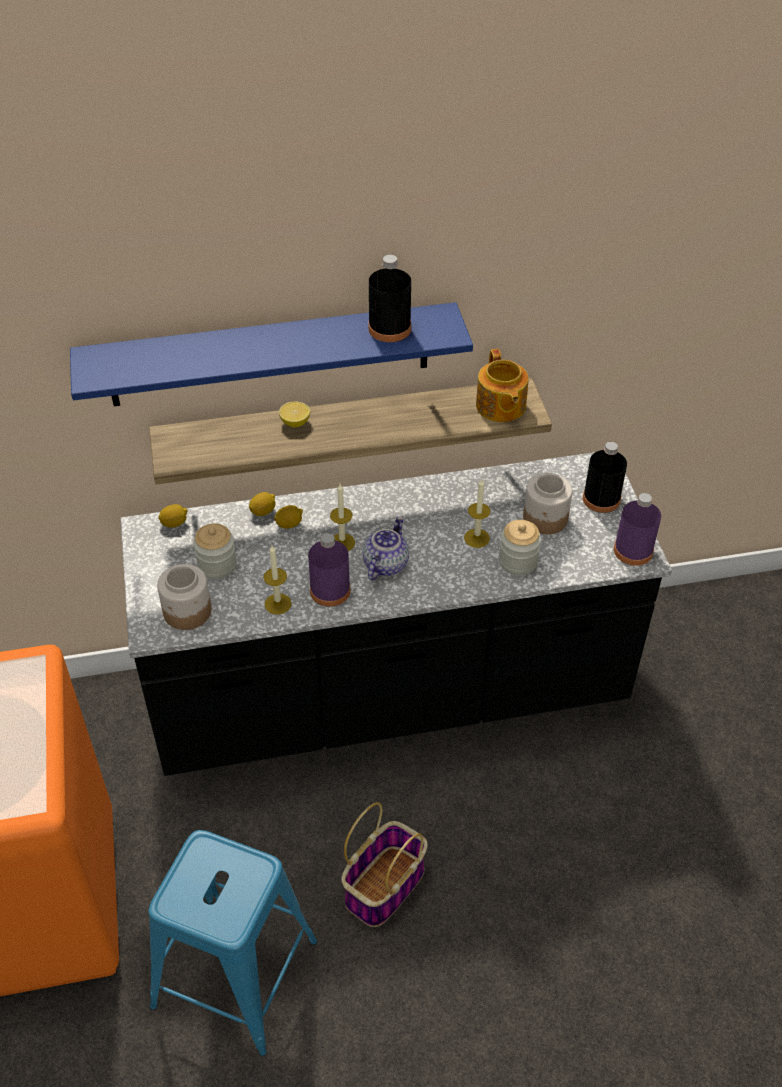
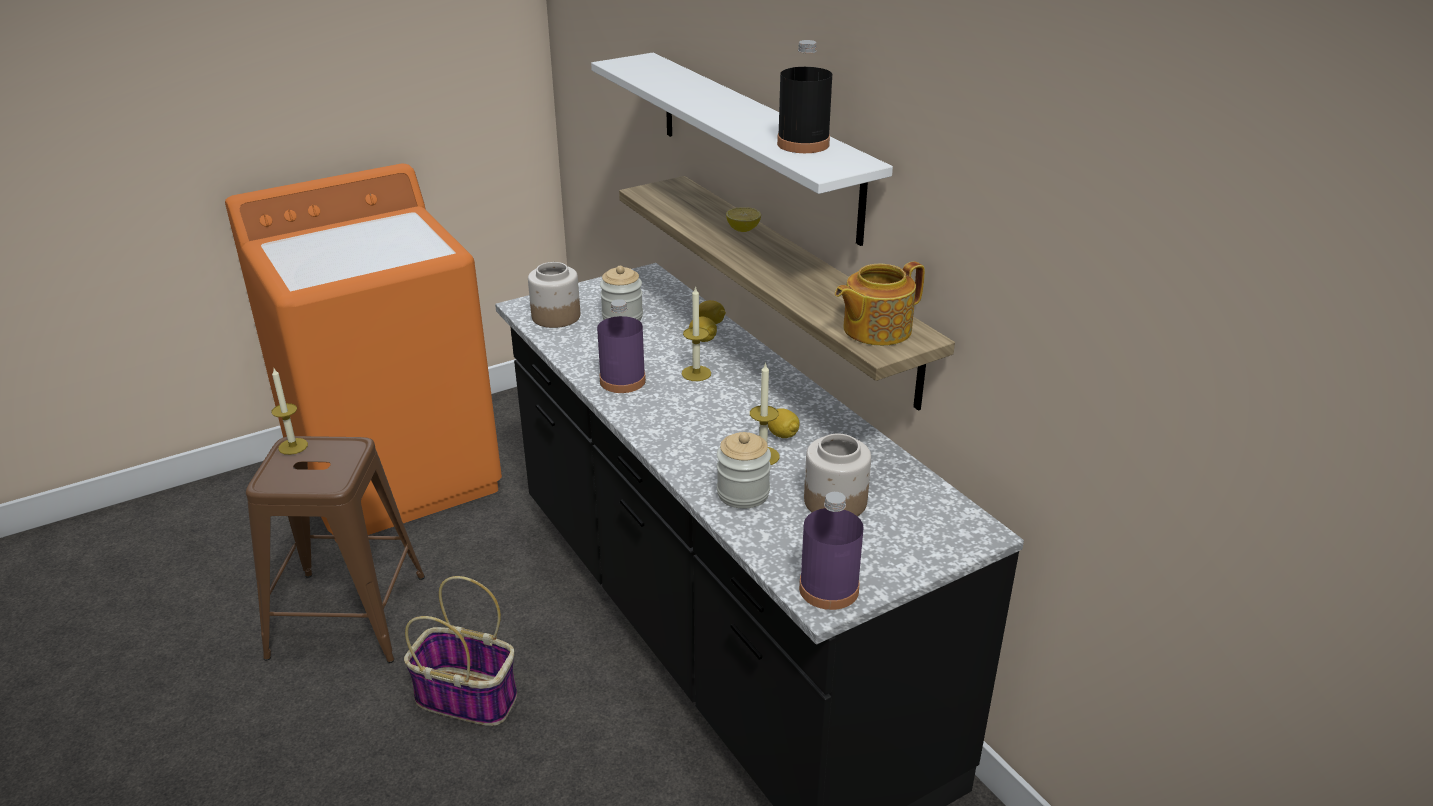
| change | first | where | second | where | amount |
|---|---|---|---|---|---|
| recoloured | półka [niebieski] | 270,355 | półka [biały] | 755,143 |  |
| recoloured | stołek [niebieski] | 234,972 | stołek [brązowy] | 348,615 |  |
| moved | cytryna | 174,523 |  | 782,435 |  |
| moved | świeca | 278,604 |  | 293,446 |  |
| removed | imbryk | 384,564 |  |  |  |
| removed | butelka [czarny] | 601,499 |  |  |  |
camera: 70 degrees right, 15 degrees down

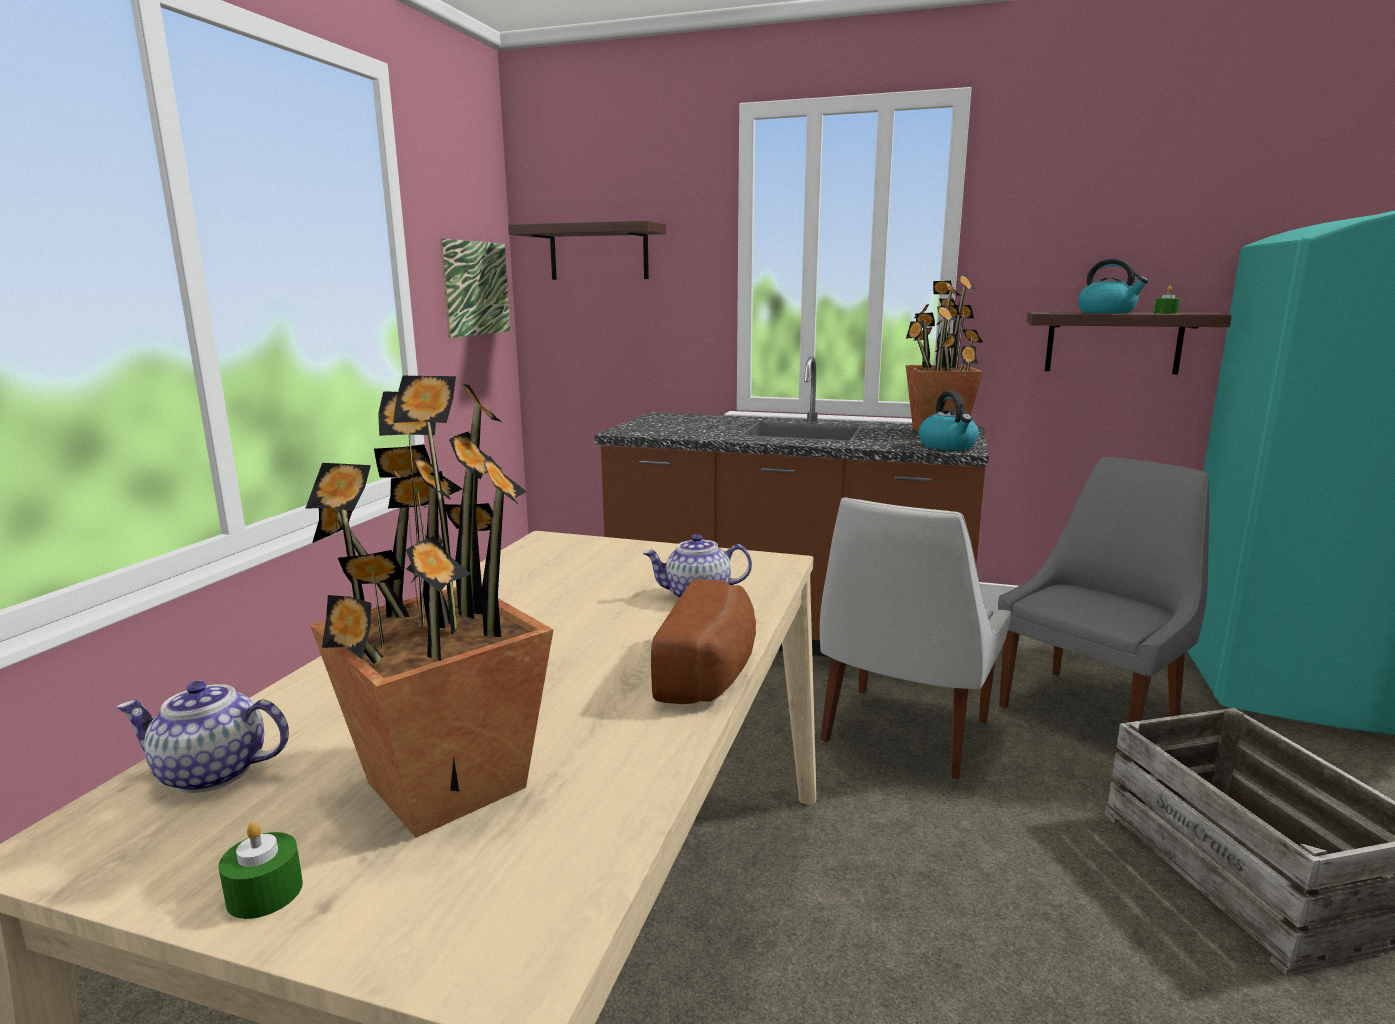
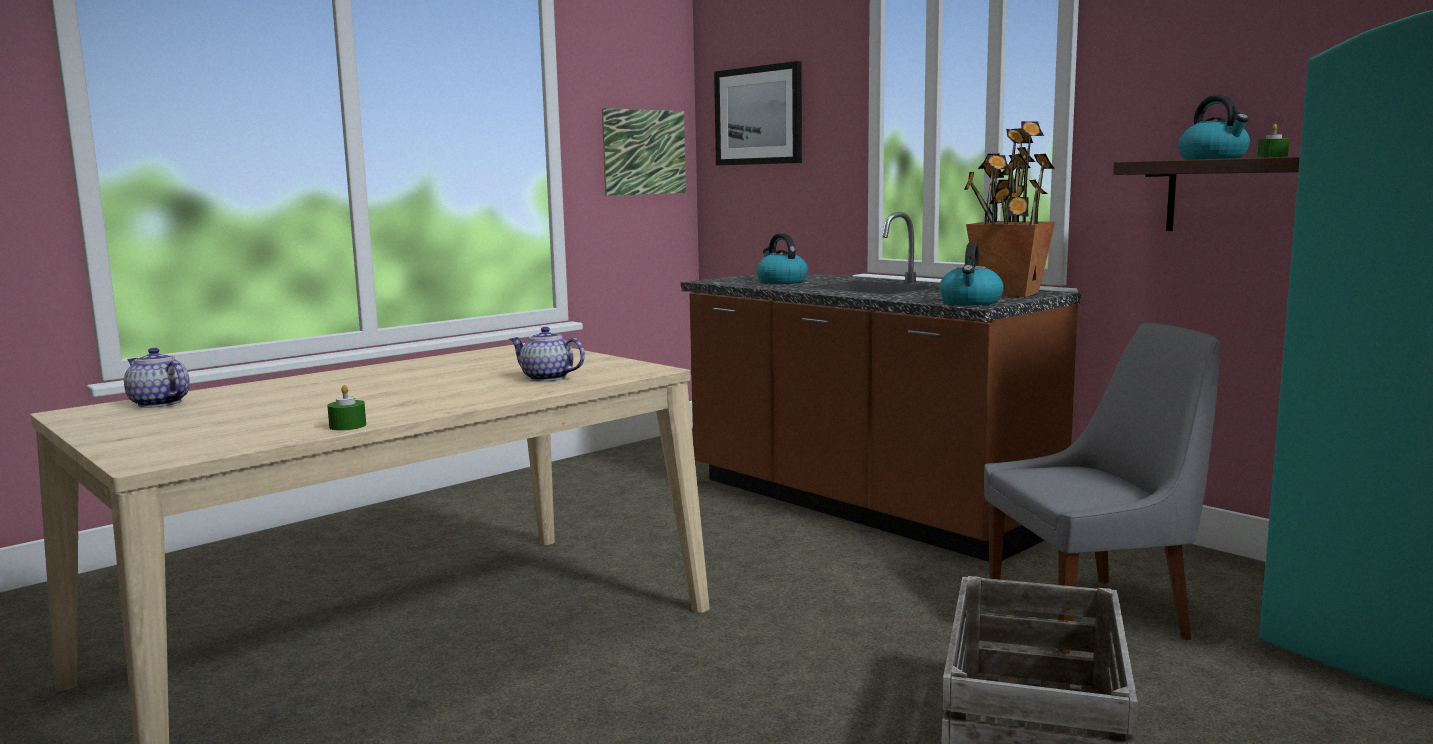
| change | first | where | second | where | amount |
|---|---|---|---|---|---|
| moved | świeca [zielony] | 265,893 |  | 348,426 |  |
| removed | roślina doniczkowa | 444,784 |  |  |  |
| replaced | półka | 598,252 | obraz | 758,115 |  |
| removed | chleb | 712,671 |  |  |  |
| removed | krzesło [biały] | 902,734 |  |  |  |
| added |  |  | czajnik | 781,282 |  |
camera: 30 degrees right, 5 degrees down

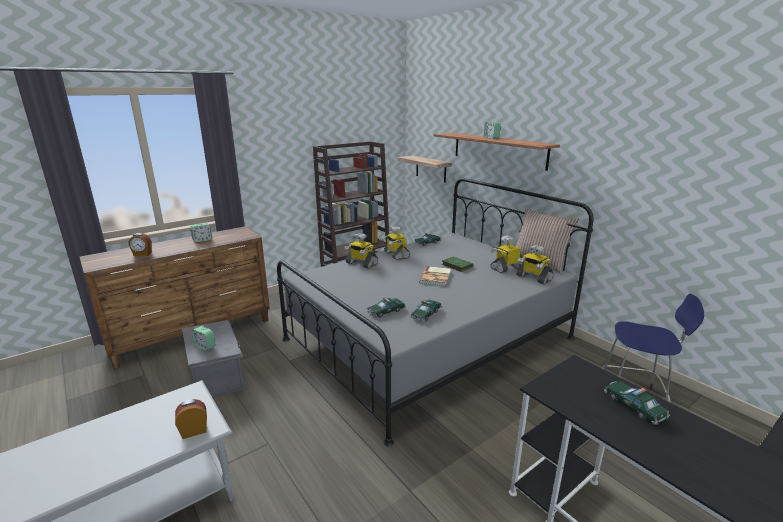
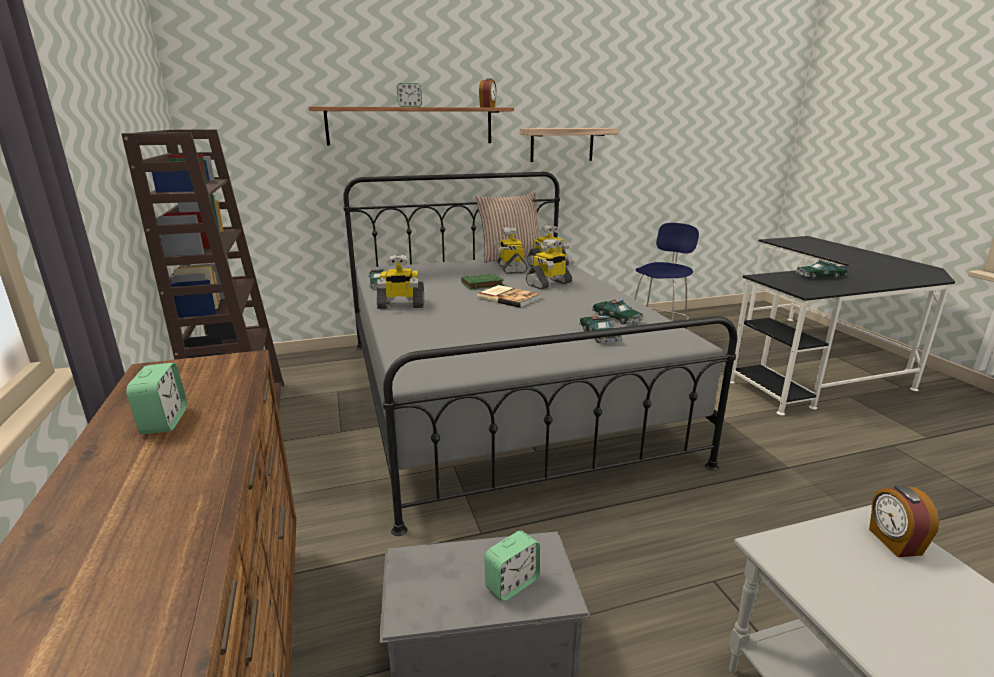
| change | first | where | second | where | amount |
|---|---|---|---|---|---|
| moved | budzik | 142,254 |  | 488,107 |  |
| moved | robot zabawkowy | 361,263 |  | 549,284 |  |
| moved | półka | 431,169 |  | 562,144 |  |
camera: 70 degrees left, 0 degrees up

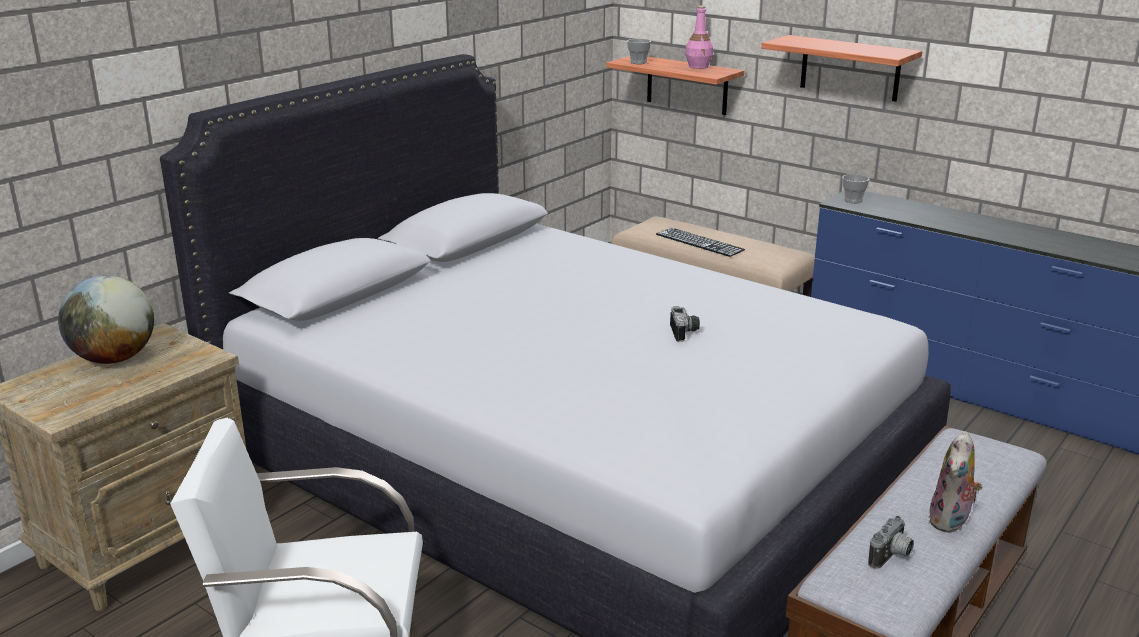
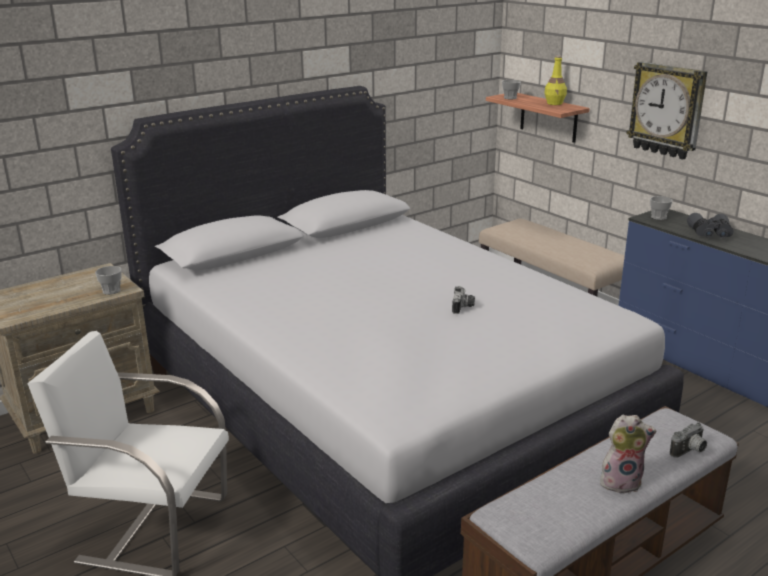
| change | first | where | second | where | amount |
|---|---|---|---|---|---|
| removed | globus | 114,358 |  |  |  |
| removed | klawiatura | 699,242 |  |  |  |
| recoloured | butelka [różowy] | 698,66 | butelka [żółty] | 555,103 |  |
| replaced | półka | 850,68 | zegar ścienny | 667,110 |  |
| moved | aparat fotograficzny | 892,557 |  | 689,452 |  |
| turned | pluszak | 951,522 |  | 621,482 | 135 degrees counterclockwise |
| added |  |  | filiżanka | 111,291 |  |
| added |  |  | lornetka [szary] | 710,234 |  |
camera: 15 degrees right, 0 degrees up

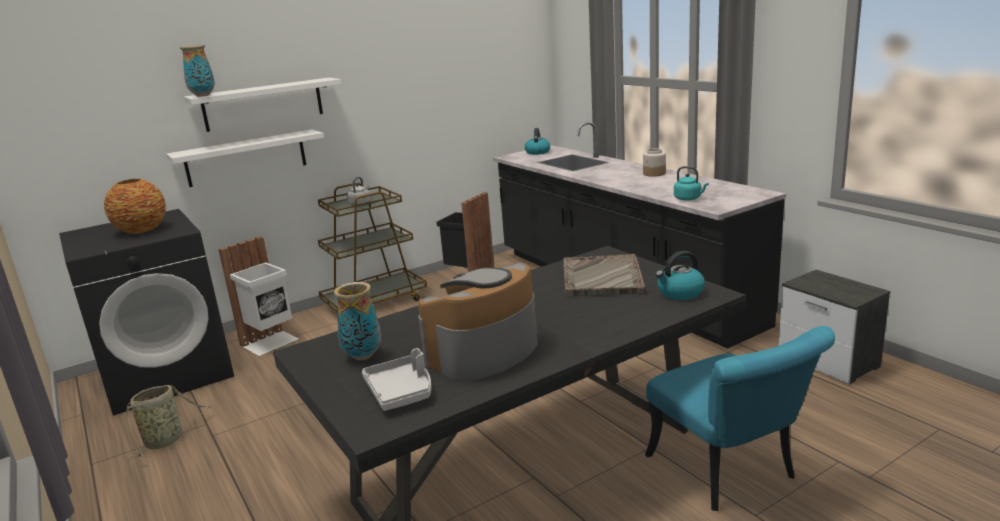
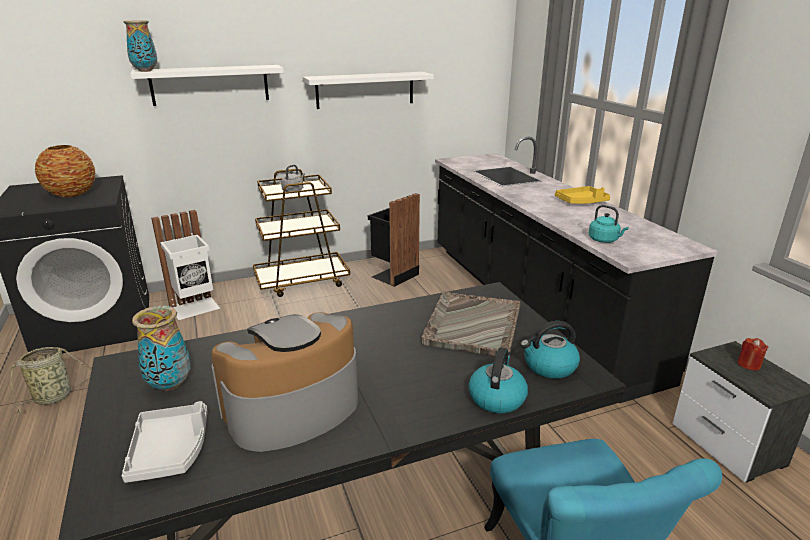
| change | first | where | second | where | amount |
|---|---|---|---|---|---|
| moved | półka [biały] | 246,158 |  | 365,90 |  |
| moved | czajnik | 537,152 |  | 496,397 |  |
| replaced | słoik | 654,173 | taca [żółty] | 581,202 |  |
| added |  |  | świeca [czerwony] | 749,364 |  |
camera: 10 degrees right, 5 degrees up

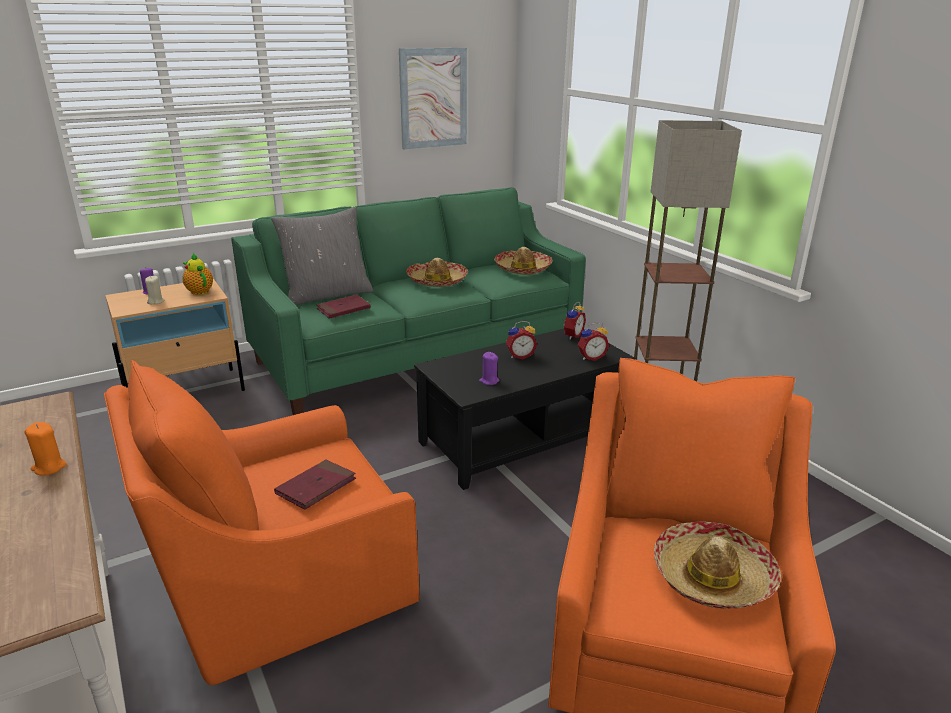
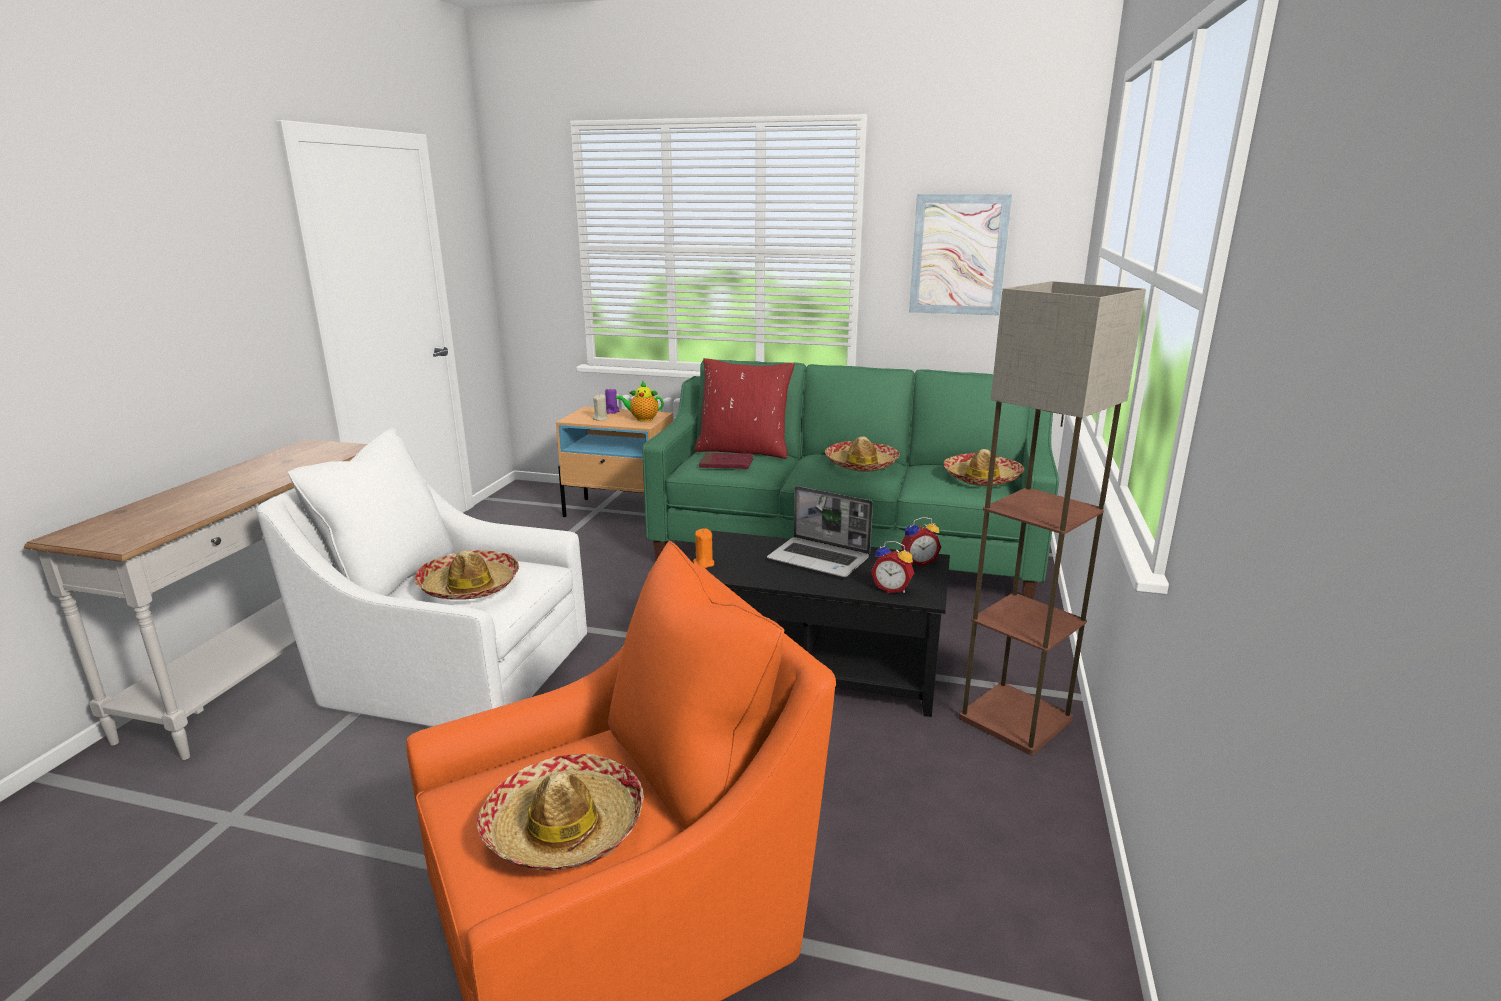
| change | first | where | second | where | amount |
|---|---|---|---|---|---|
| moved | świeca [pomarańczowy] | 49,467 |  | 703,563 |  |
| recoloured | fotel [pomarańczowy] | 278,584 | fotel [biały] | 452,671 |  |
| turned | imbryk | 199,291 |  | 642,419 | 90 degrees counterclockwise |
| recoloured | poduszka [szary] | 327,295 | poduszka [czerwony] | 744,450 |  |
| replaced | książka [czerwony] | 316,487 | kapelusz | 469,586 |  |
| removed | świeca [fioletowy] | 489,381 |  |  |  |
| replaced | budzik | 520,356 | laptop | 820,559 |  |
camera: 45 degrees right, 5 degrees down

